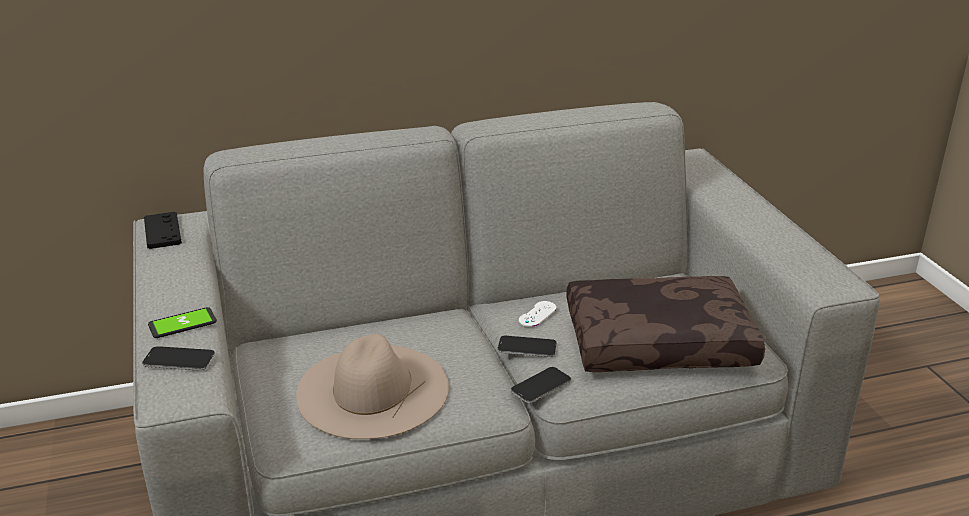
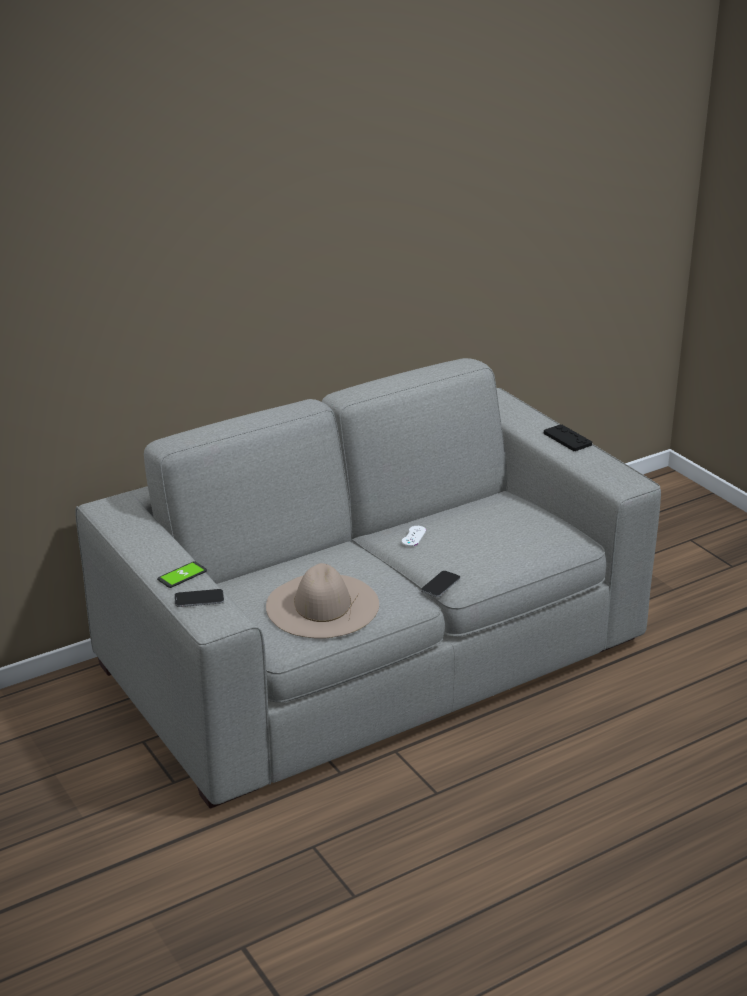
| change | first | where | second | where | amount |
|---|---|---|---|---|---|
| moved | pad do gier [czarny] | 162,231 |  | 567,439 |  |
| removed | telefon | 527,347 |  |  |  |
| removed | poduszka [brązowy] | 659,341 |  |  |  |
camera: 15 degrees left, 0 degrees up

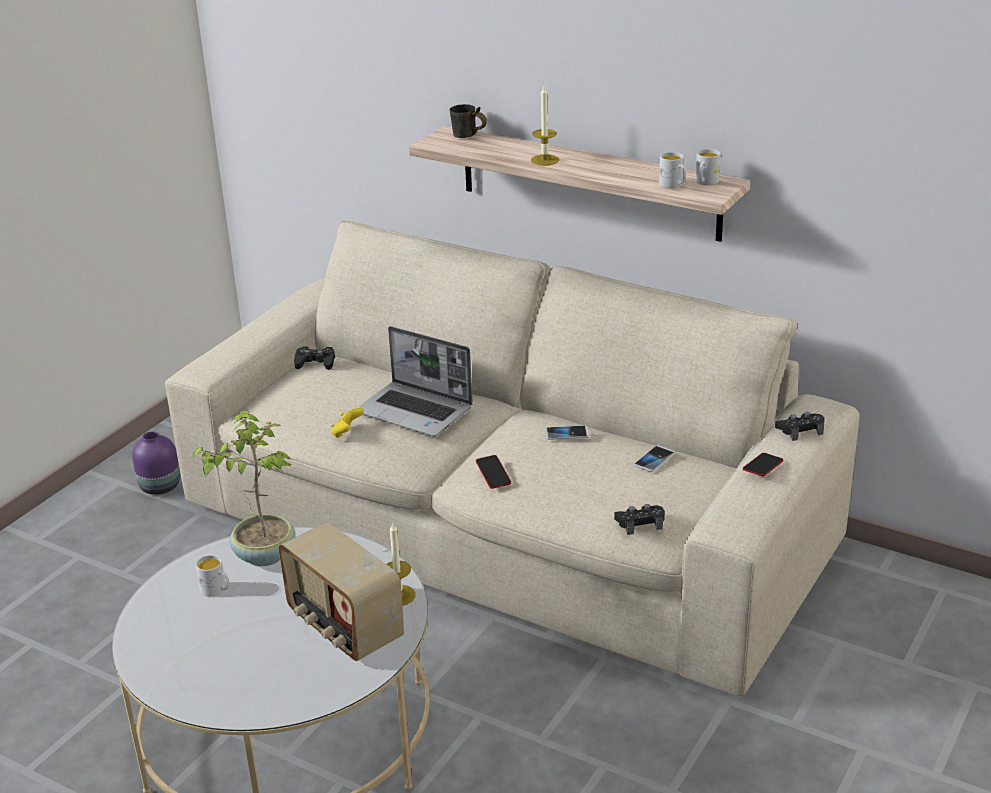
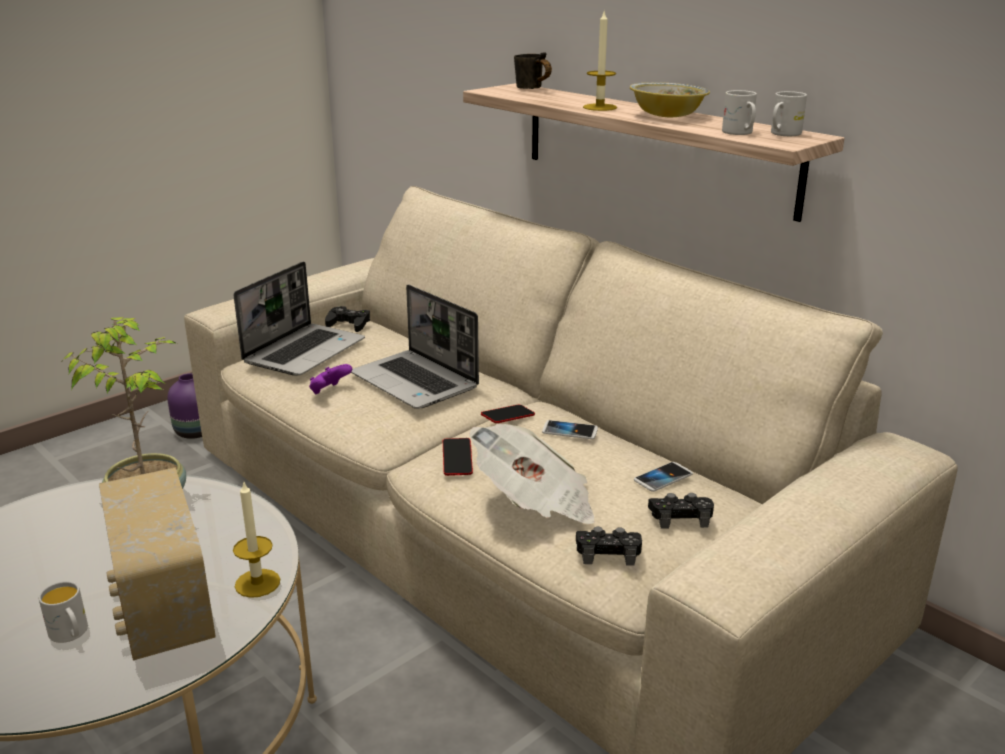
| change | first | where | second | where | amount |
|---|---|---|---|---|---|
| moved | kubek [biały] | 217,590 |  | 71,634 |  |
| recoloured | pad do gier [żółty] | 347,433 | pad do gier [fioletowy] | 329,391 |  |
| moved | telefon | 762,467 |  | 508,417 |  |
| moved | pad do gier [czarny] | 800,430 |  | 680,517 |  |
| added |  |  | laptop | 304,351 |  |
| added |  |  | gazeta | 535,503 |  |
| added |  |  | miska | 667,116 |  |
camera: 15 degrees right, 5 degrees down

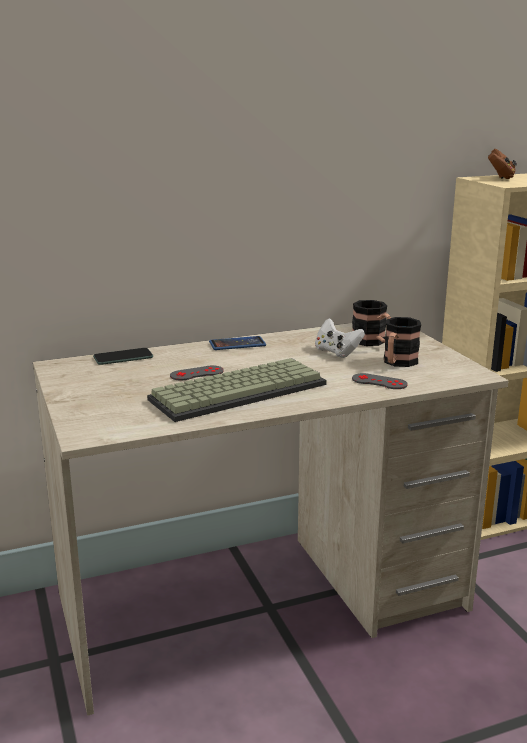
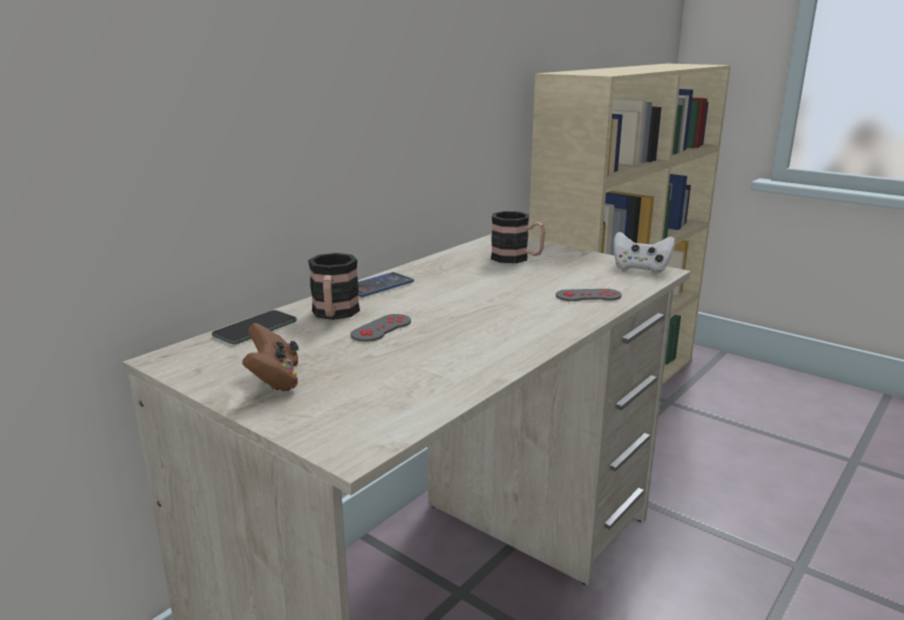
| change | first | where | second | where | amount |
|---|---|---|---|---|---|
| removed | klawiatura | 239,390 |  |  |  |
| moved | pad do gier [biały] | 336,352 |  | 640,268 |  |
| moved | kubek | 397,363 |  | 334,314 |  |
| moved | pad do gier [brązowy] | 500,177 |  | 274,380 |  |
camera: 30 degrees left, 0 degrees up

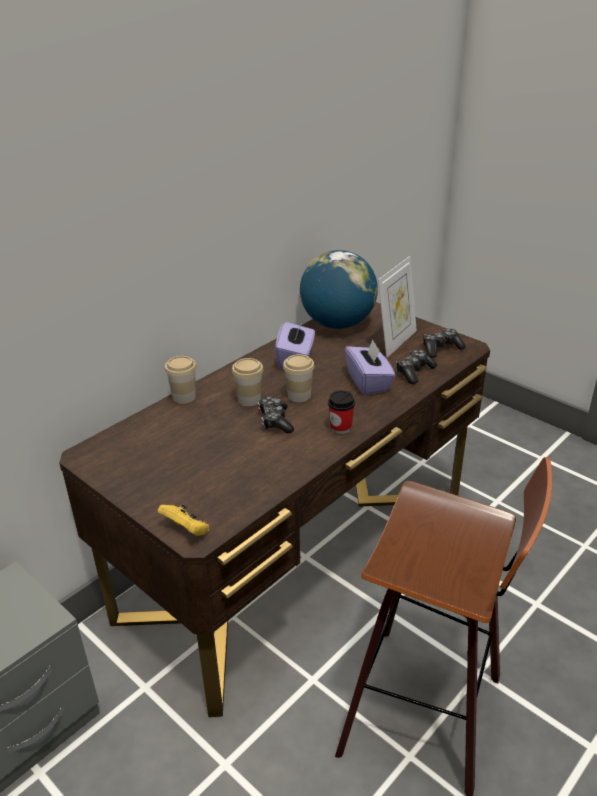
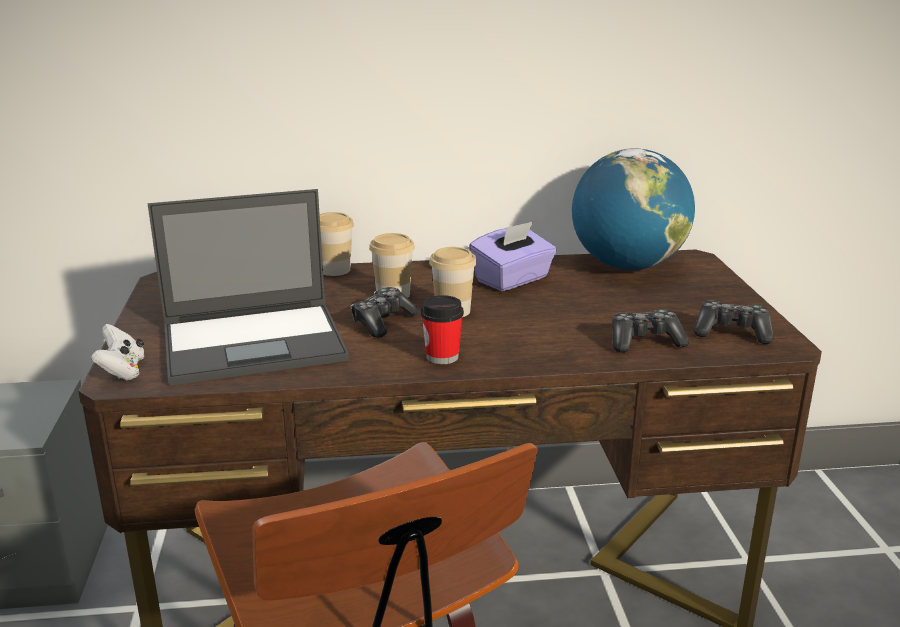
| change | first | where | second | where | amount |
|---|---|---|---|---|---|
| recoloured | pad do gier [żółty] | 187,531 | pad do gier [biały] | 122,371 |  |
| removed | pudełko chusteczek [fioletowy] | 369,382 |  |  |  |
| removed | ramka na zdjęcie | 396,342 |  |  |  |
| added |  |  | laptop | 256,342 |  |
camera: 40 degrees right, 10 degrees down

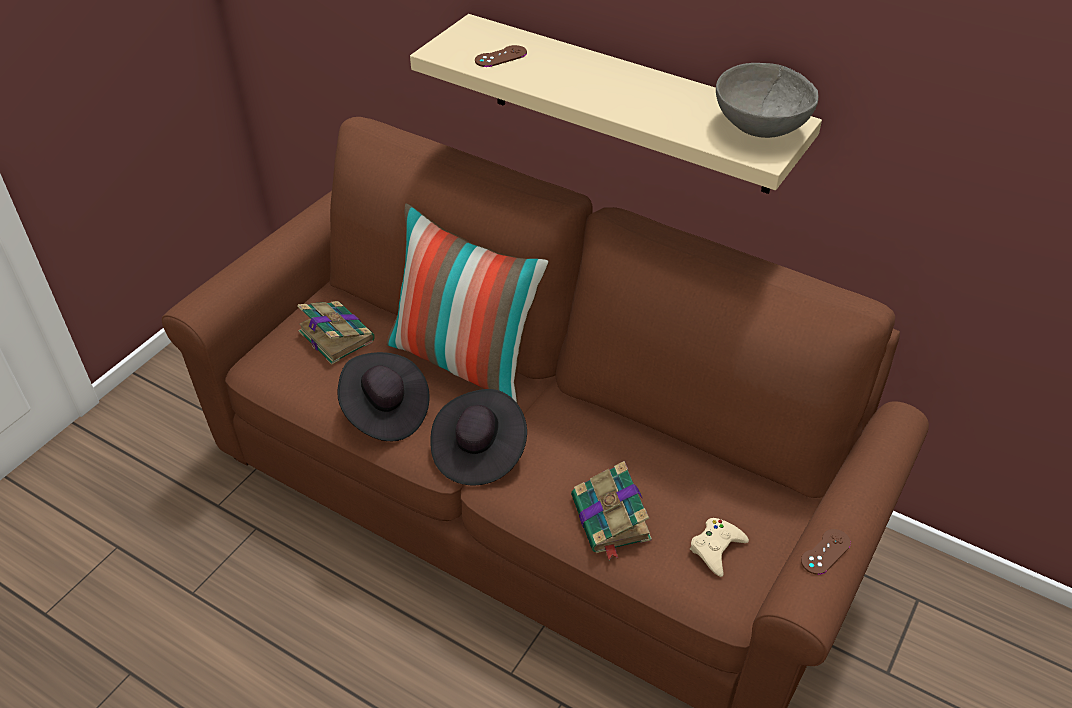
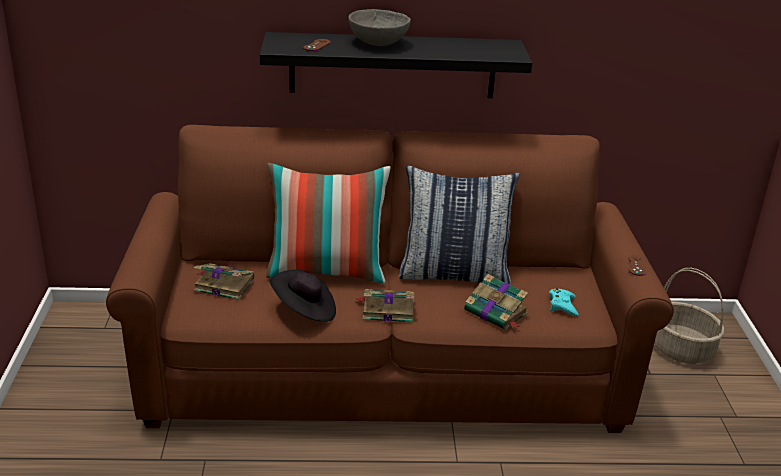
| change | first | where | second | where | amount |
|---|---|---|---|---|---|
| recoloured | półka [beżowy] | 629,104 | półka [czarny] | 392,65 |  |
| replaced | kapelusz [czarny] | 478,452 | książka | 386,309 |  |
| recoloured | pad do gier [beżowy] | 716,548 | pad do gier [turkusowy] | 562,305 |  |
| moved | miska [szary] | 759,126 |  | 377,43 |  |
| added |  |  | poduszka | 454,274 |  |
| added |  |  | koszyk | 682,349 |  |
camera: 35 degrees left, 15 degrees down

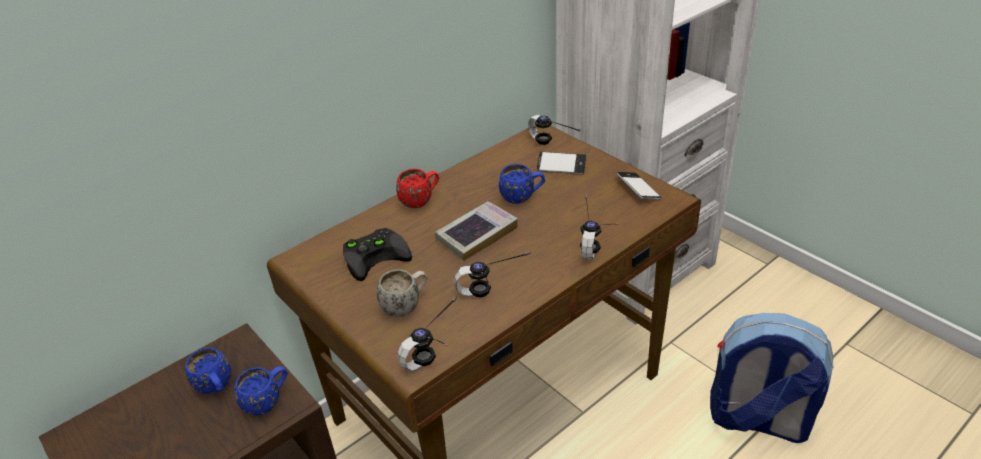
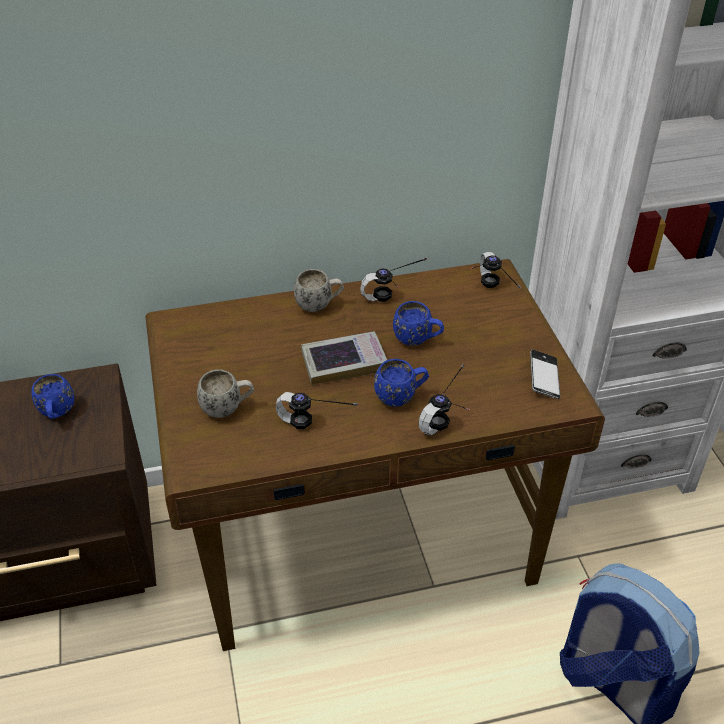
| change | first | where | second | where | amount |
|---|---|---|---|---|---|
| moved | kubek [niebieski] | 268,401 |  | 401,397 |  |
| removed | pad do gier [czarny] | 376,255 |  |  |  |
| recoloured | kubek [czerwony] | 420,201 | kubek [biały] | 319,305 |  |
| moved | słuchawki | 441,356 |  | 396,299 |  |
| removed | telefon | 561,167 |  |  |  |
camera: 25 degrees right, 5 degrees up

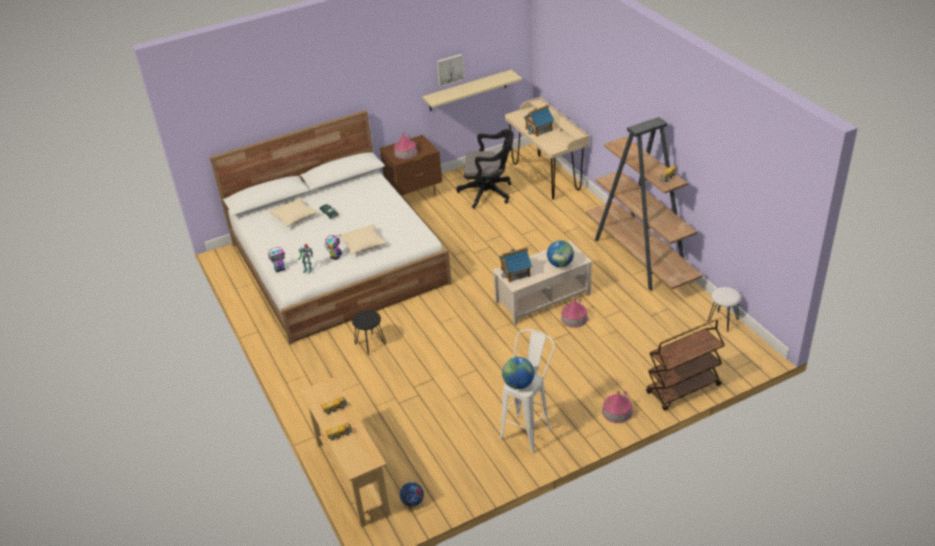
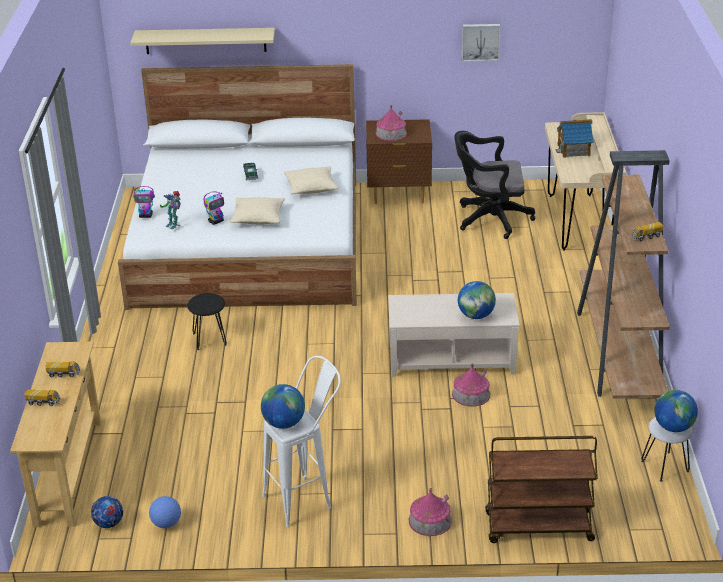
| change | first | where | second | where | amount |
|---|---|---|---|---|---|
| moved | poduszka [beżowy] | 294,217 |  | 311,187 |  |
| moved | półka [beżowy] | 467,90 |  | 205,40 |  |
| turned | krzesło biurowe [czarny] | 489,193 |  | 489,219 | 150 degrees clockwise |
| removed | domek | 515,272 |  |  |  |
| added |  |  | piłka futbolowa | 166,524 |  |
| added |  |  | globus | 673,427 |  |
camera: 25 degrees right, 5 degrees down

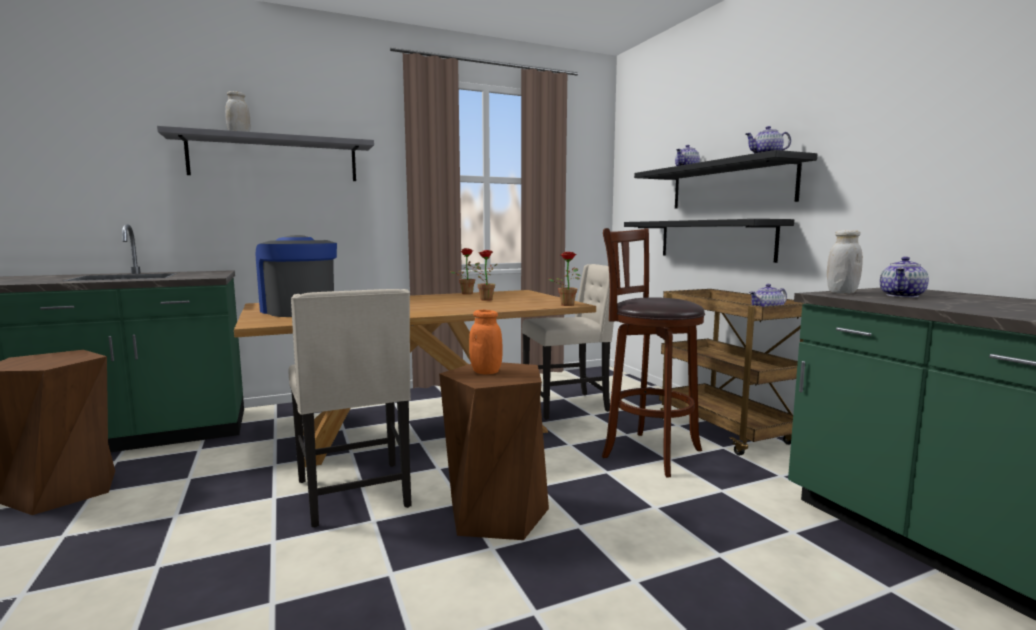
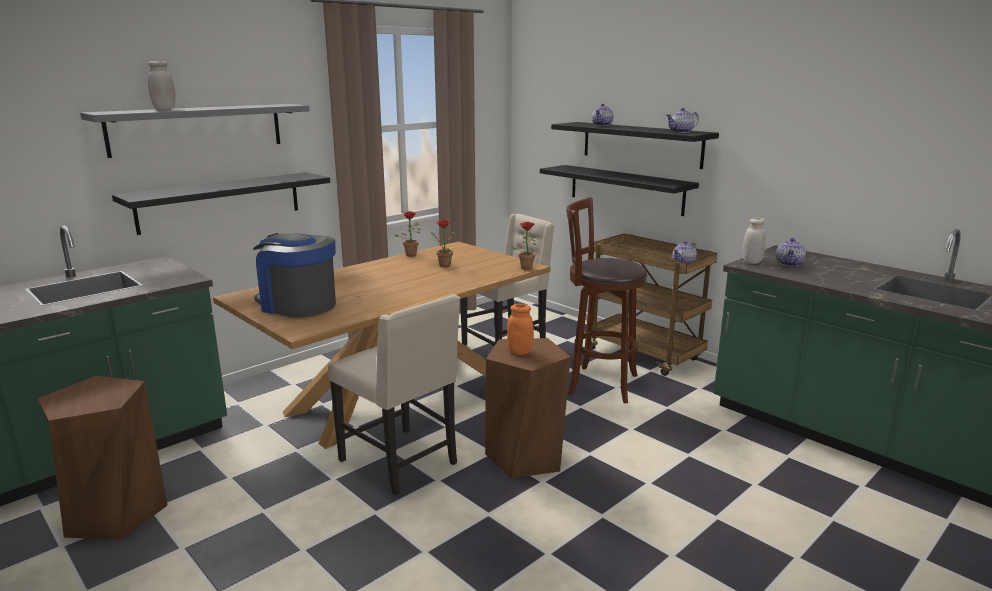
| change | first | where | second | where | amount |
|---|---|---|---|---|---|
| added |  |  | półka [czarny] | 220,202 |  |
camera: 20 degrees left, 10 degrees up

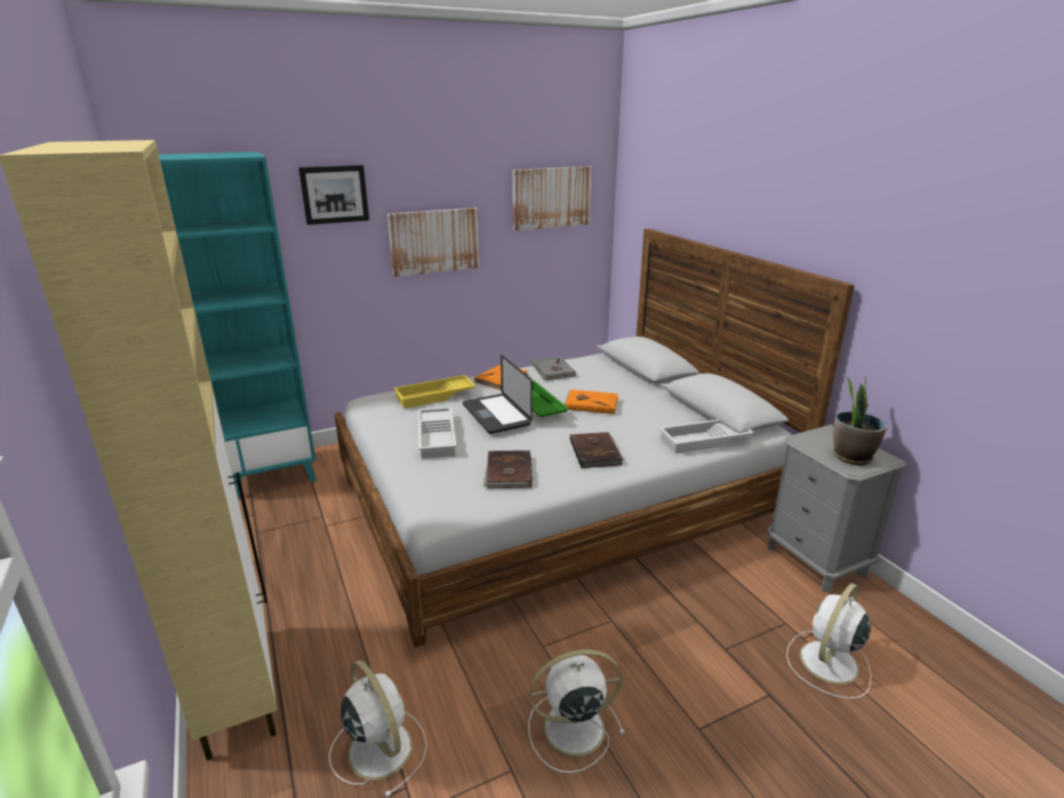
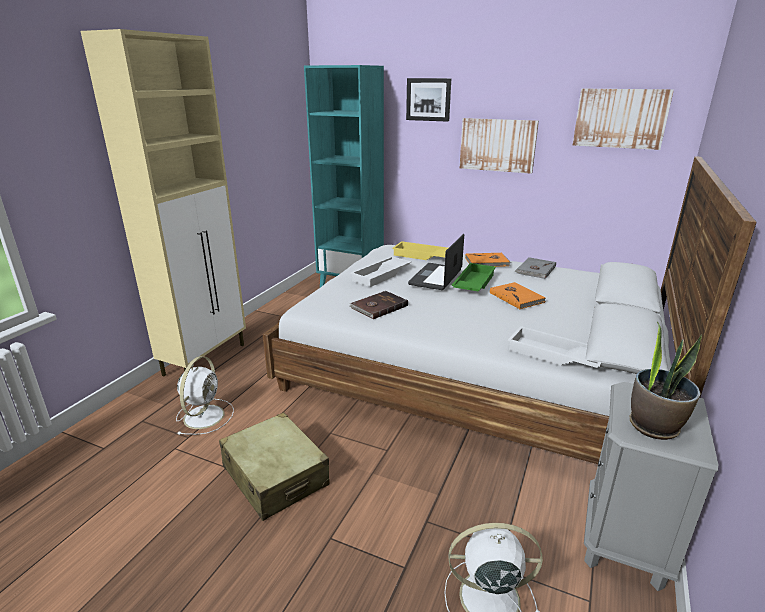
| change | first | where | second | where | amount |
|---|---|---|---|---|---|
| replaced | wentylator [biały] | 571,729 | walizka [beżowy] | 275,476 |  |
| removed | książka [brązowy] | 596,452 |  |  |  |
camera: 50 degrees right, 0 degrees up

